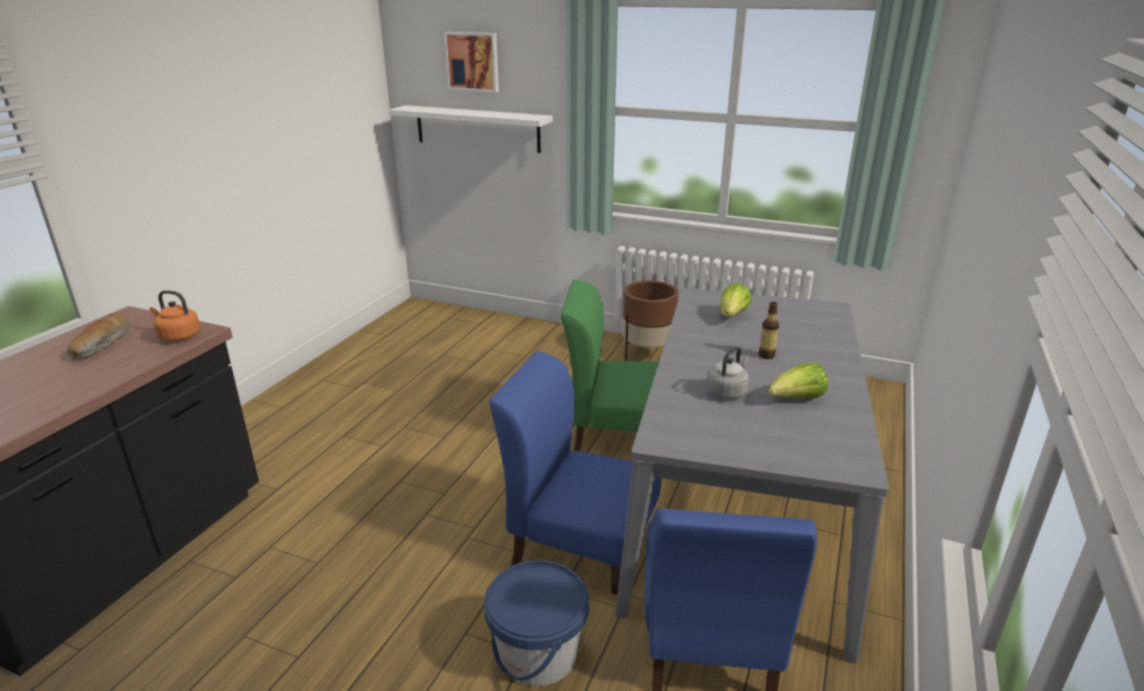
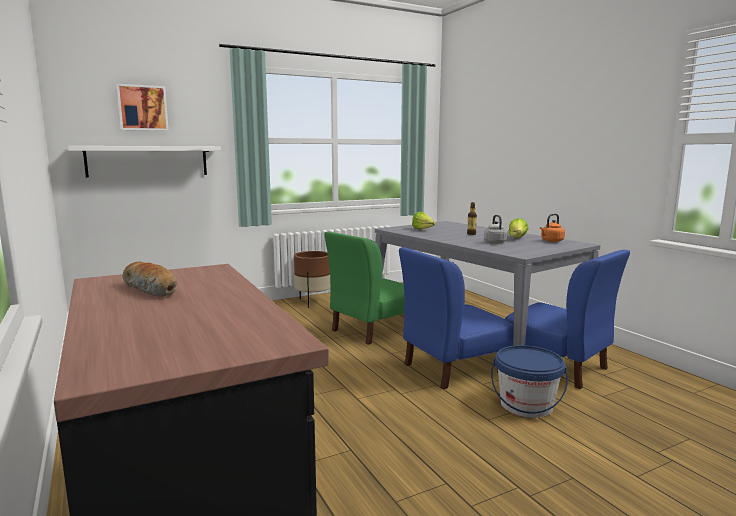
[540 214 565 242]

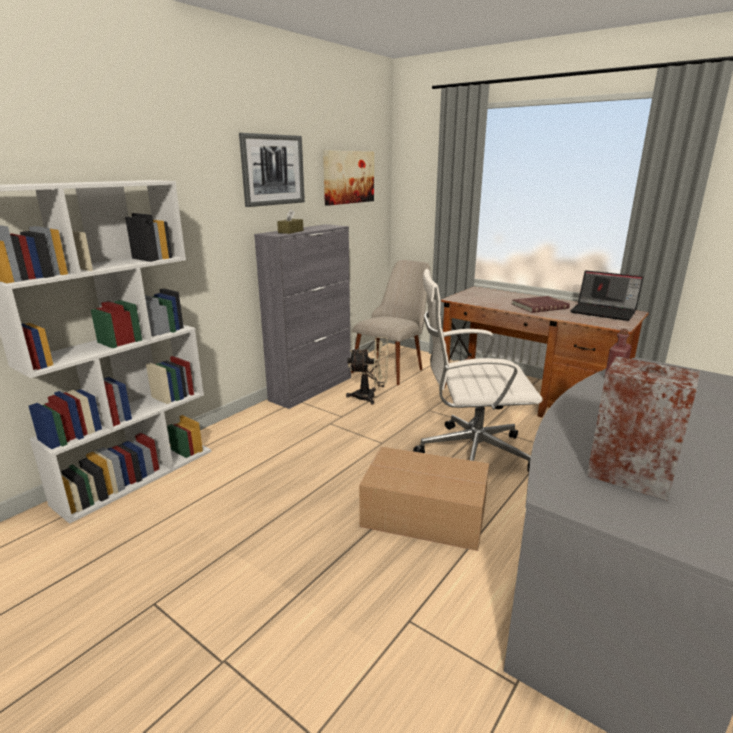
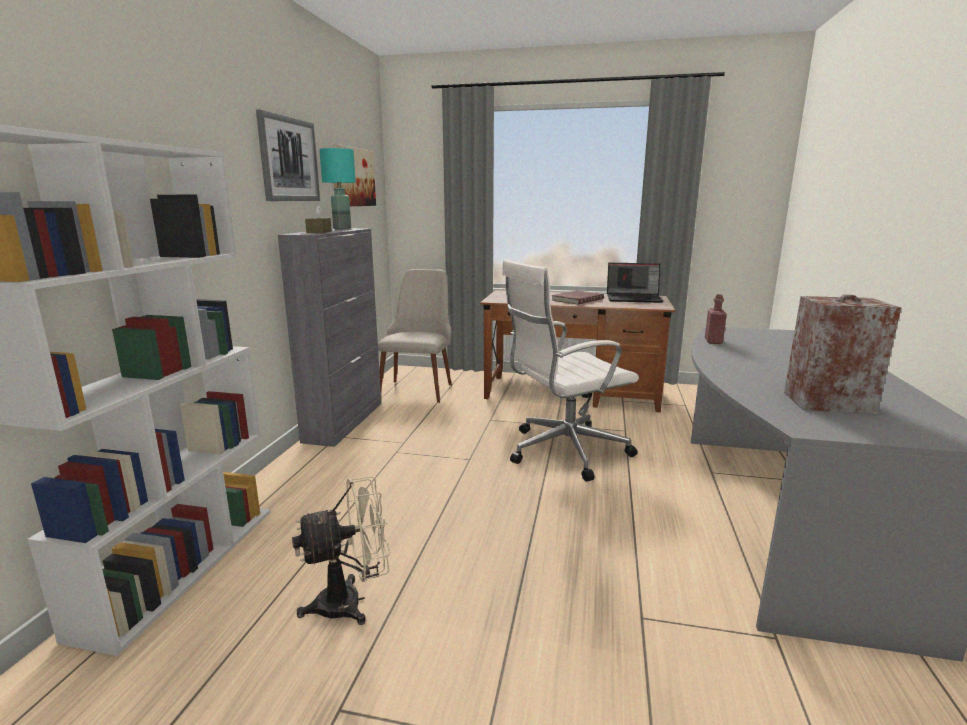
[292 476 390 625]
[359 446 489 551] (first image)
[319 148 356 229]

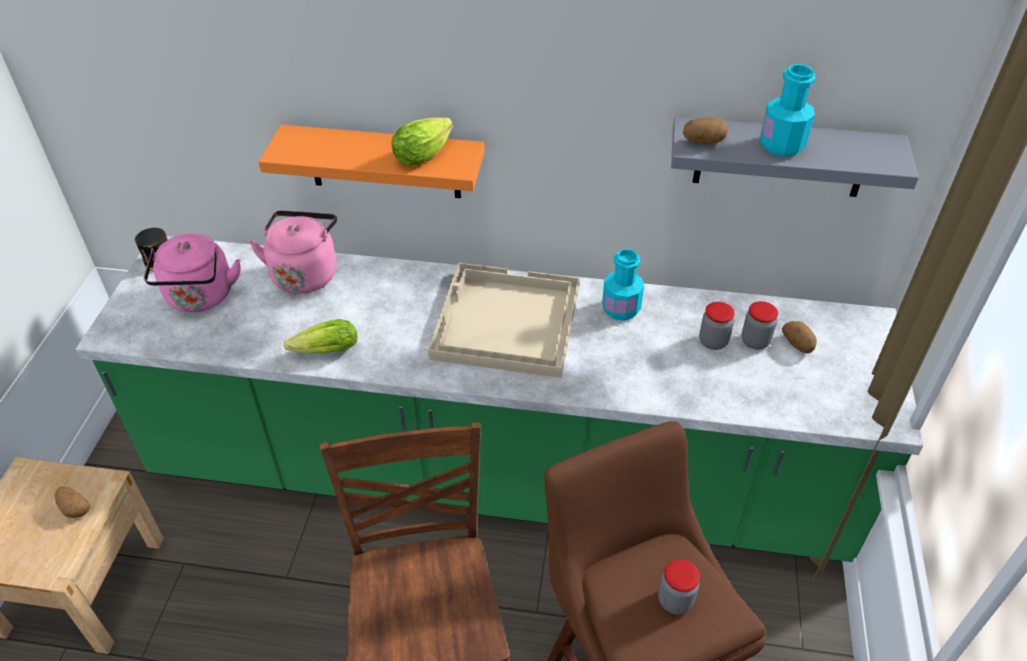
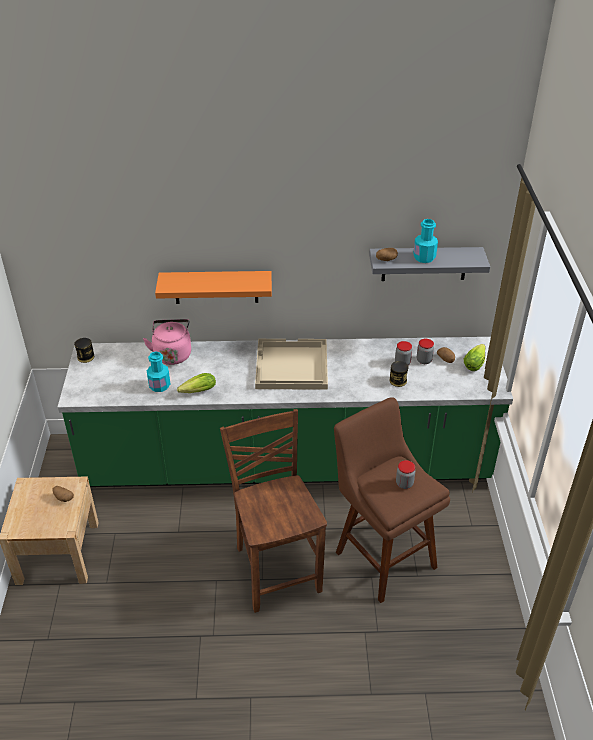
[464 344 486 371]
[144 233 241 312] (first image)
[147 352 170 392]
[390 361 409 387]

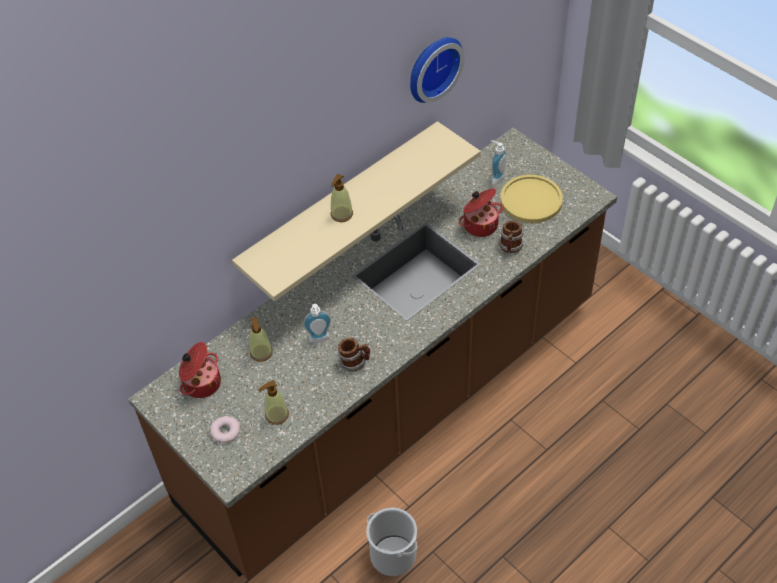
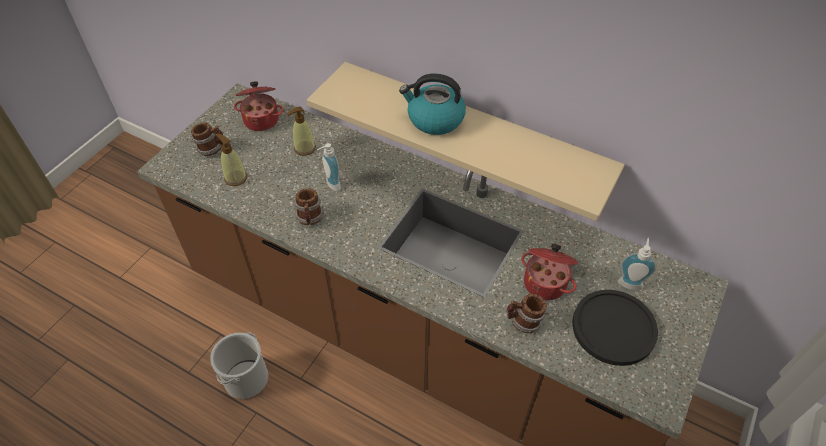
[410 37 465 103] (first image)
[399 73 466 135]
[572 290 658 366]
[191 122 223 156]

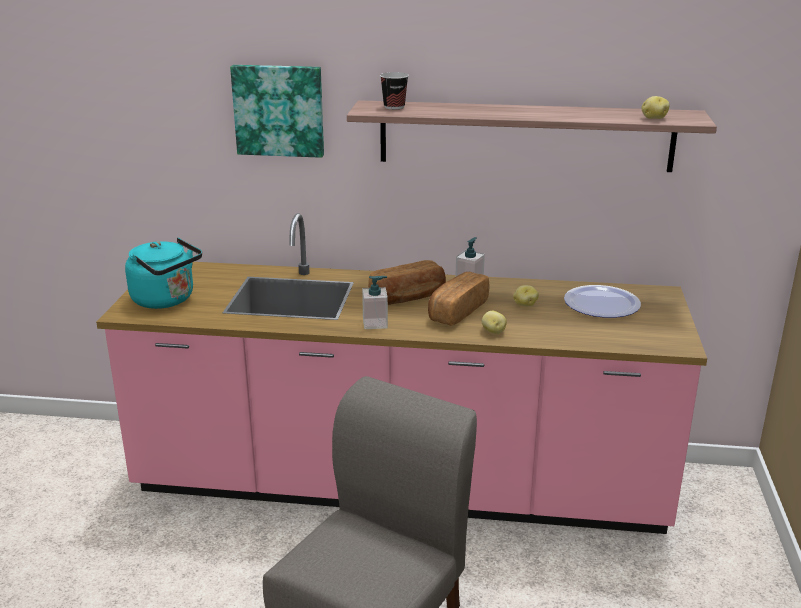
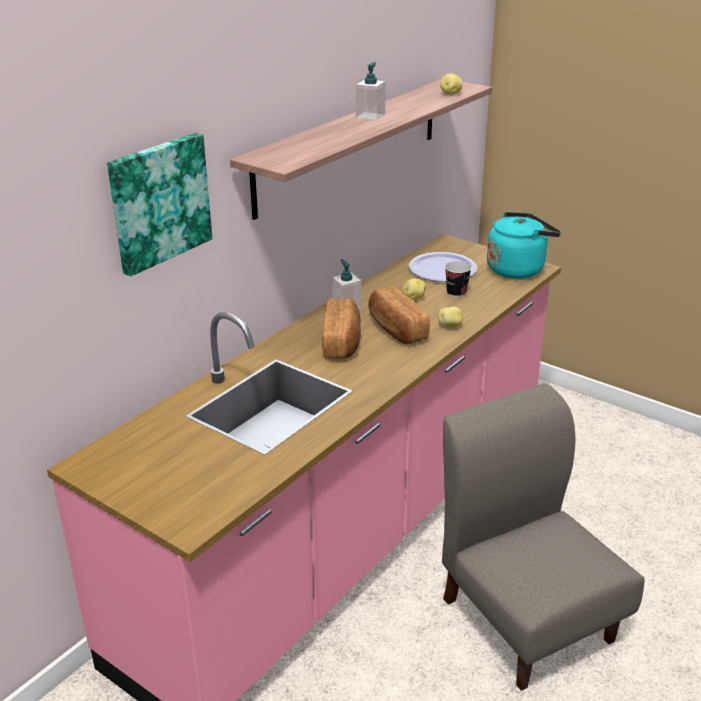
[445 261 472 298]
[487 212 561 279]
[355 62 386 121]

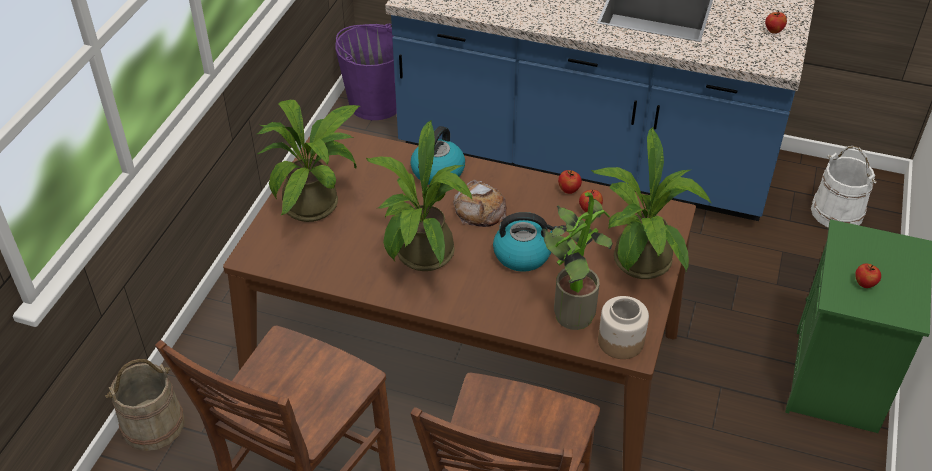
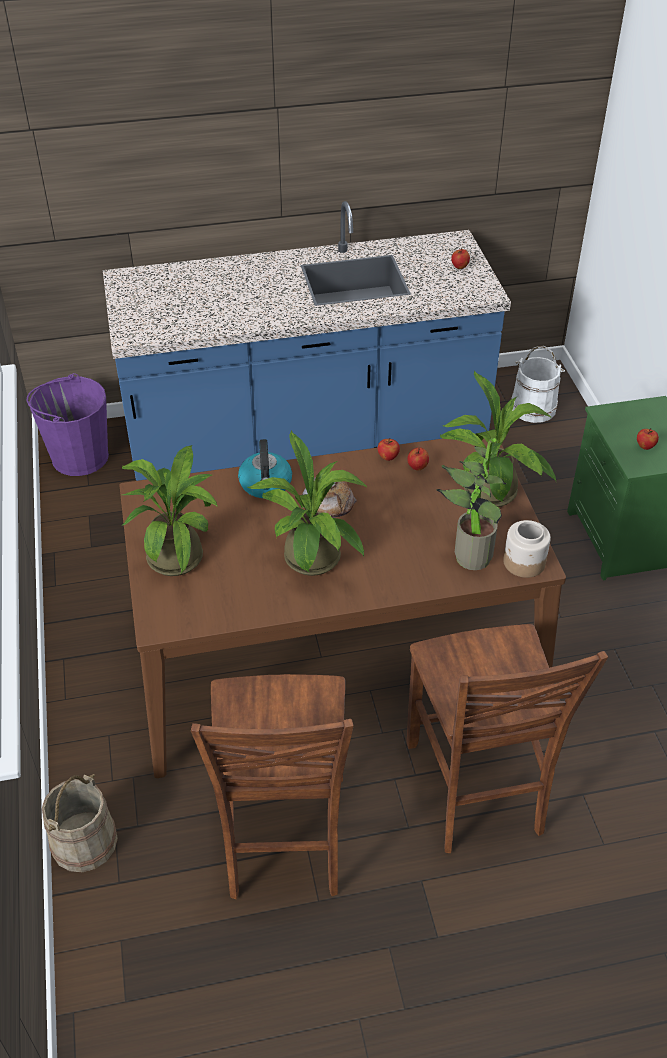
[493 212 561 272] (first image)

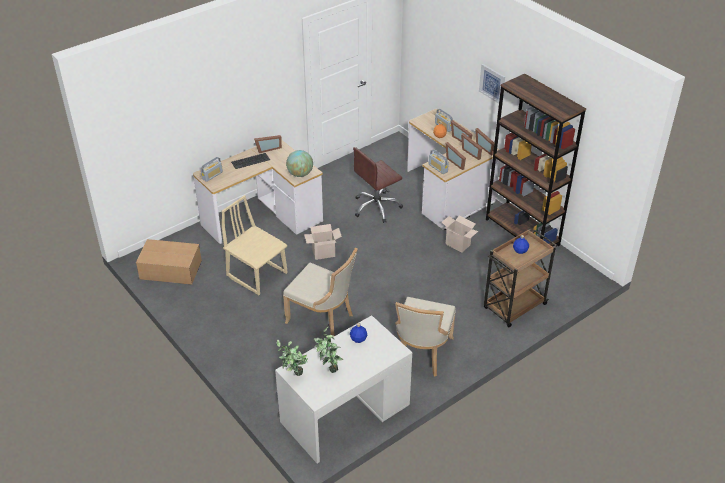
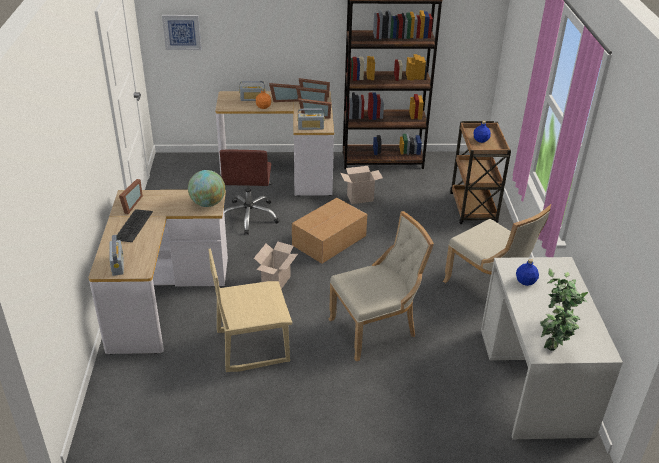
[162 15 201 50]
[292 198 367 264]

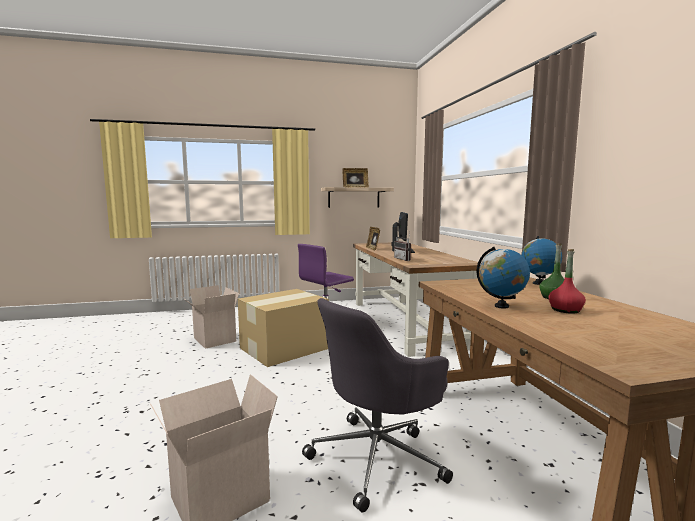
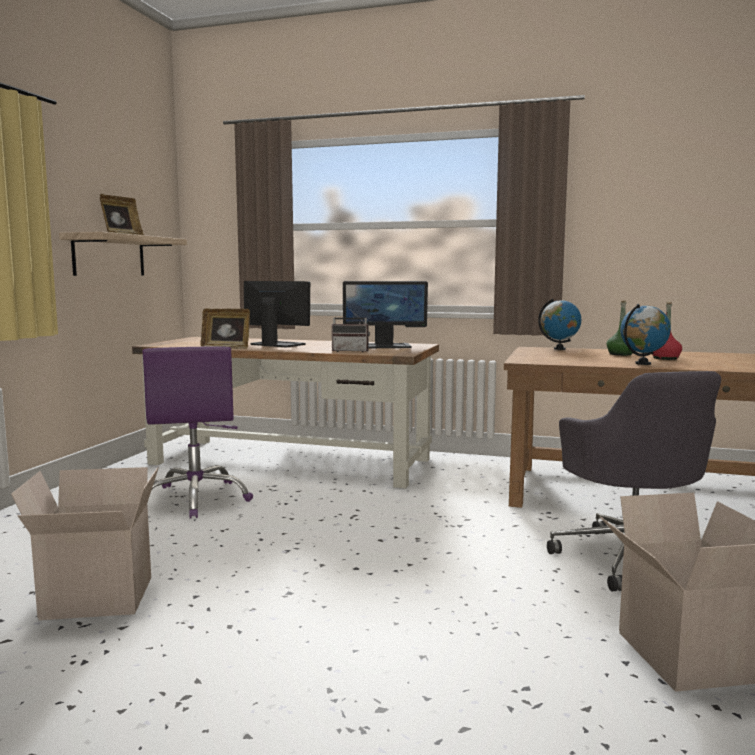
[238 289 329 367] (first image)
[343 281 428 348]

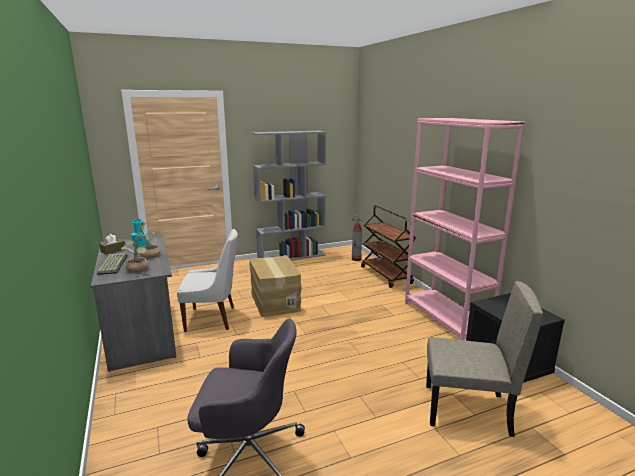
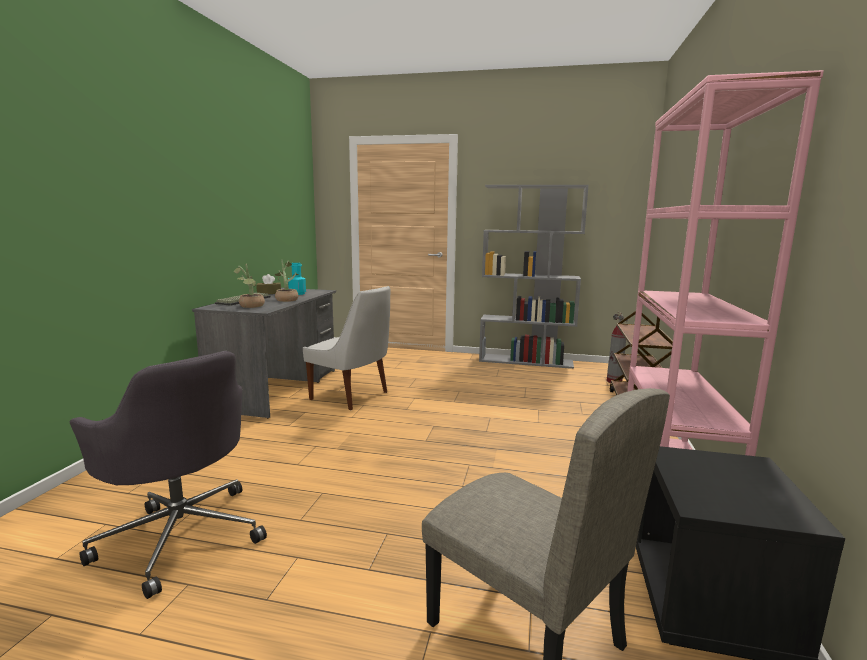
[249 255 302 317] (first image)

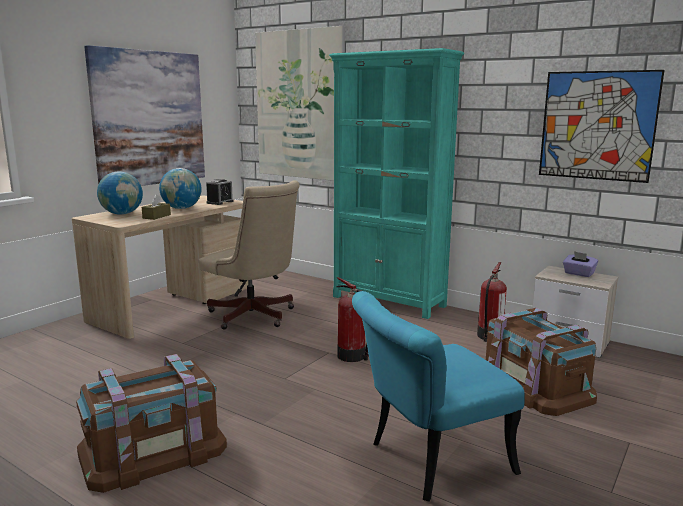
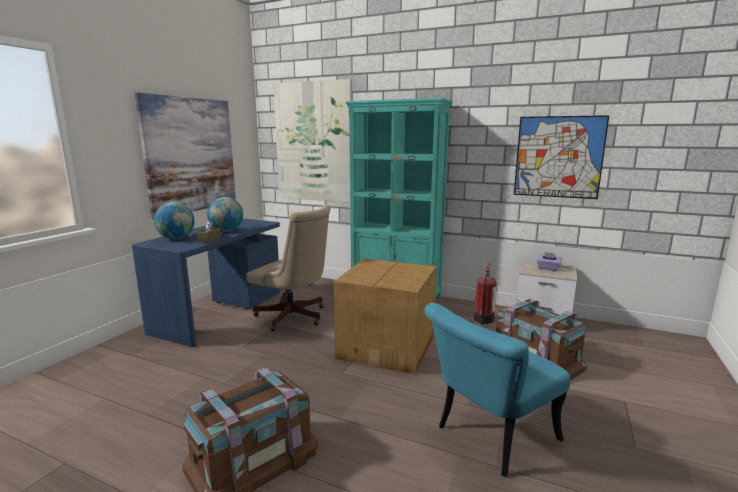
[206 179 233 205] (first image)
[132 219 280 347]
[333 258 437 375]

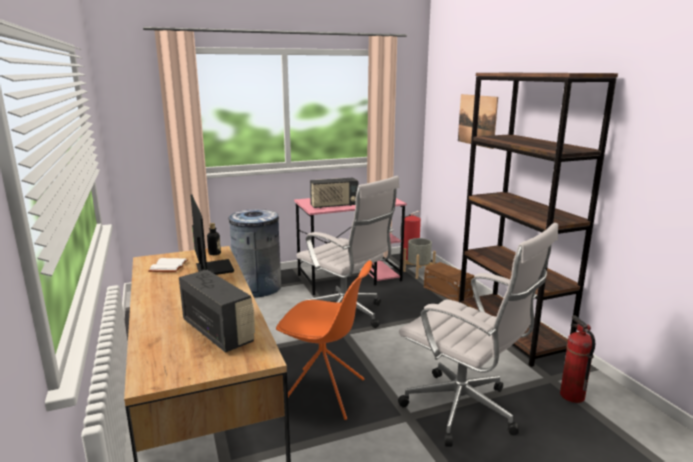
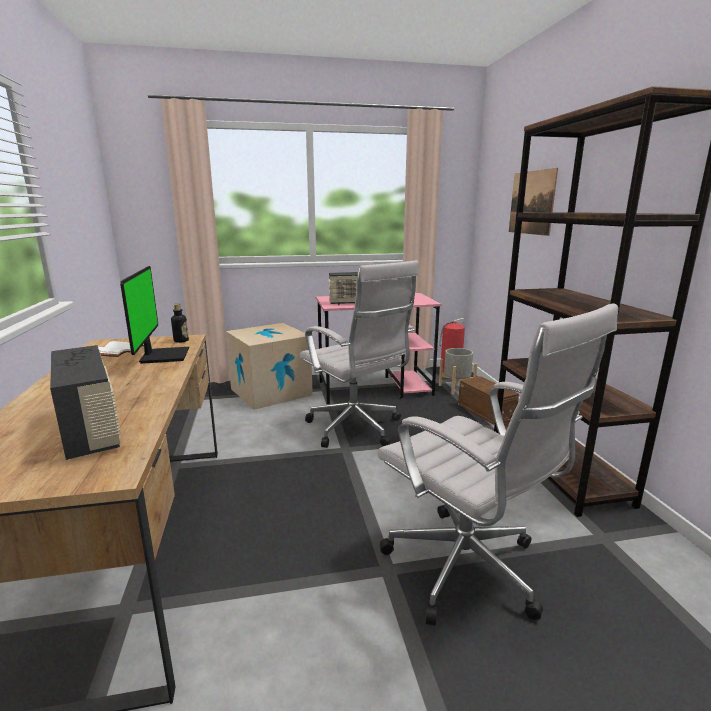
[226 323 313 410]
[276 260 372 420] (first image)
[560 315 595 403] (first image)

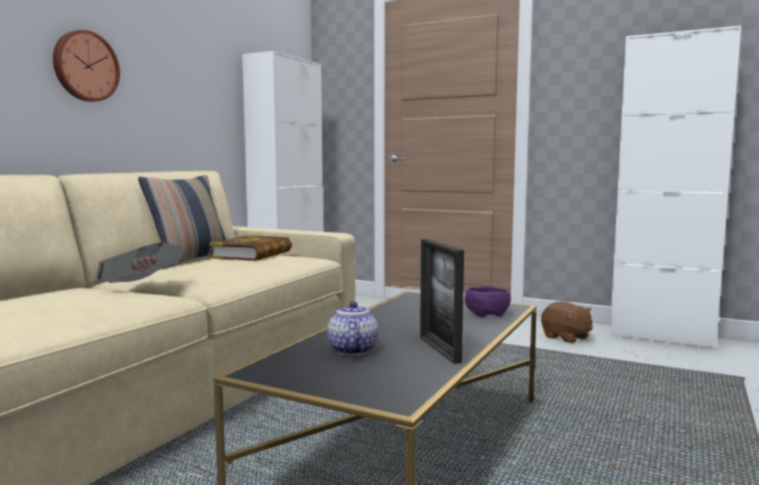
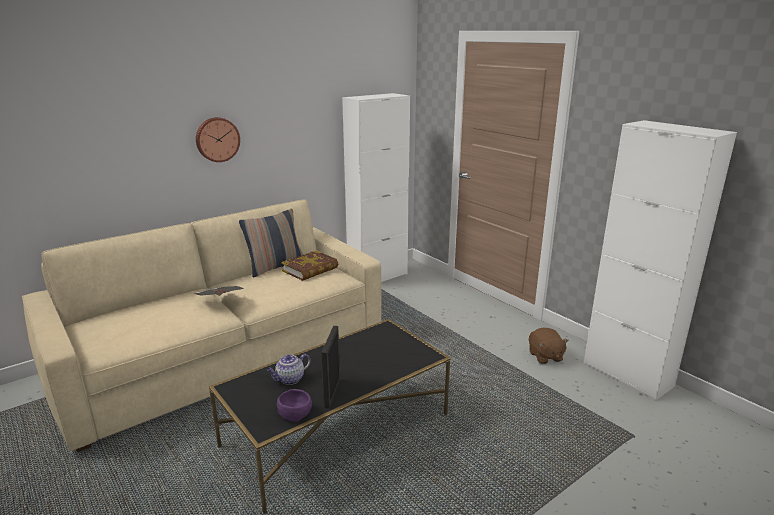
[277 389 312 422]
[267 354 311 385]

